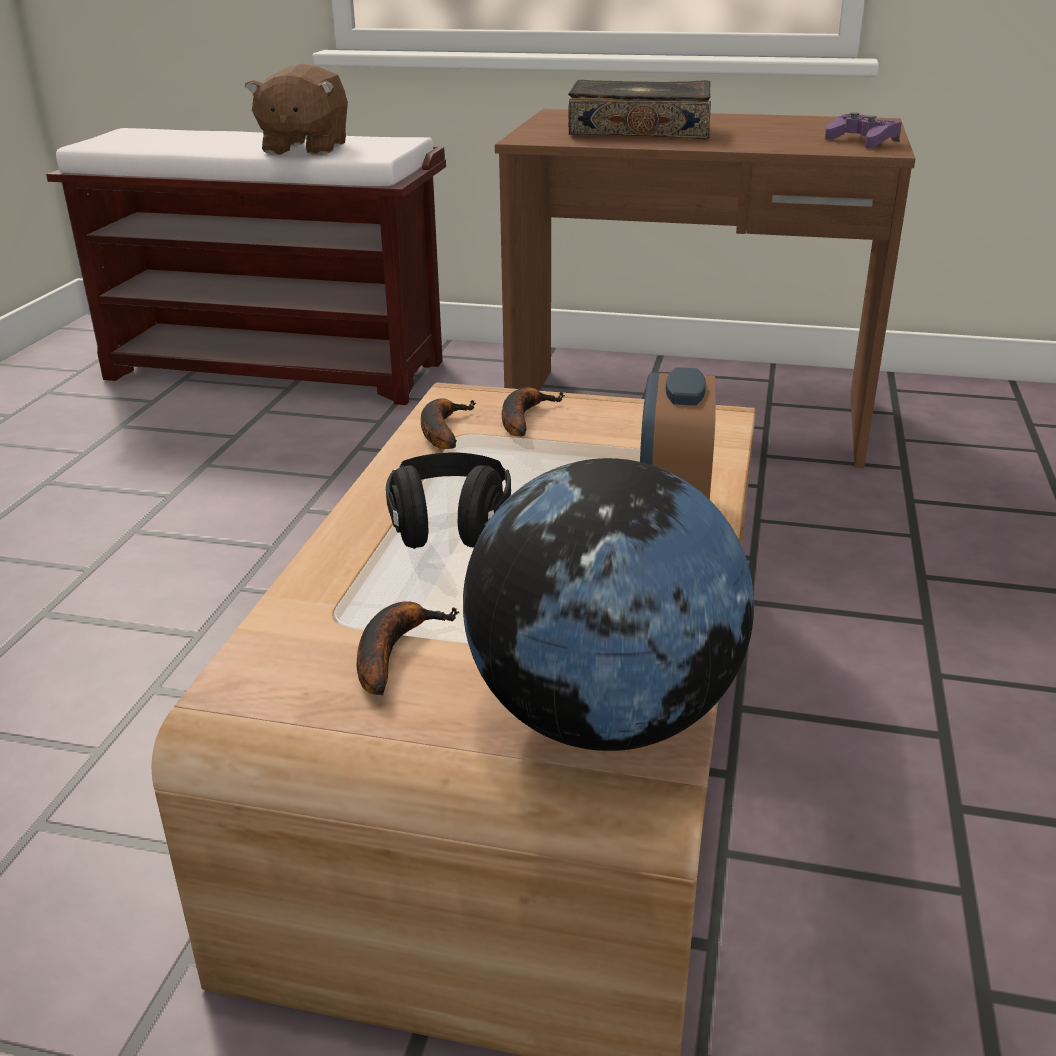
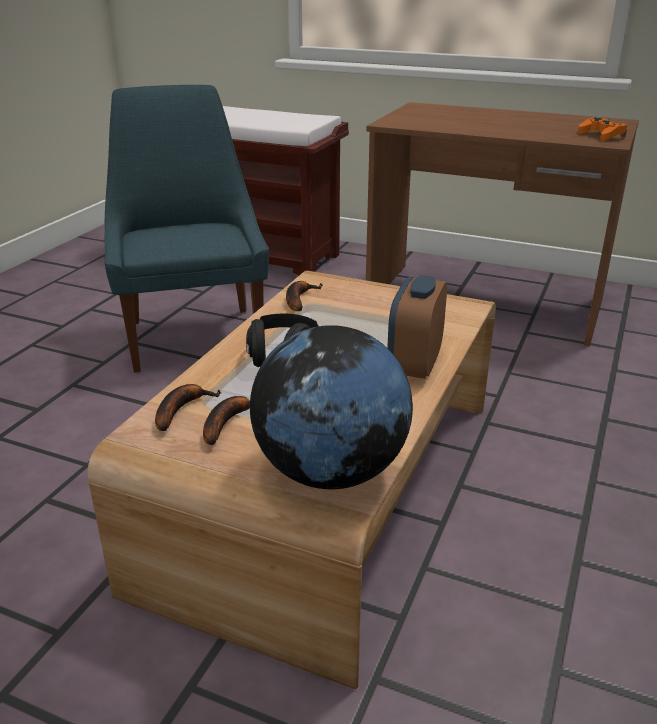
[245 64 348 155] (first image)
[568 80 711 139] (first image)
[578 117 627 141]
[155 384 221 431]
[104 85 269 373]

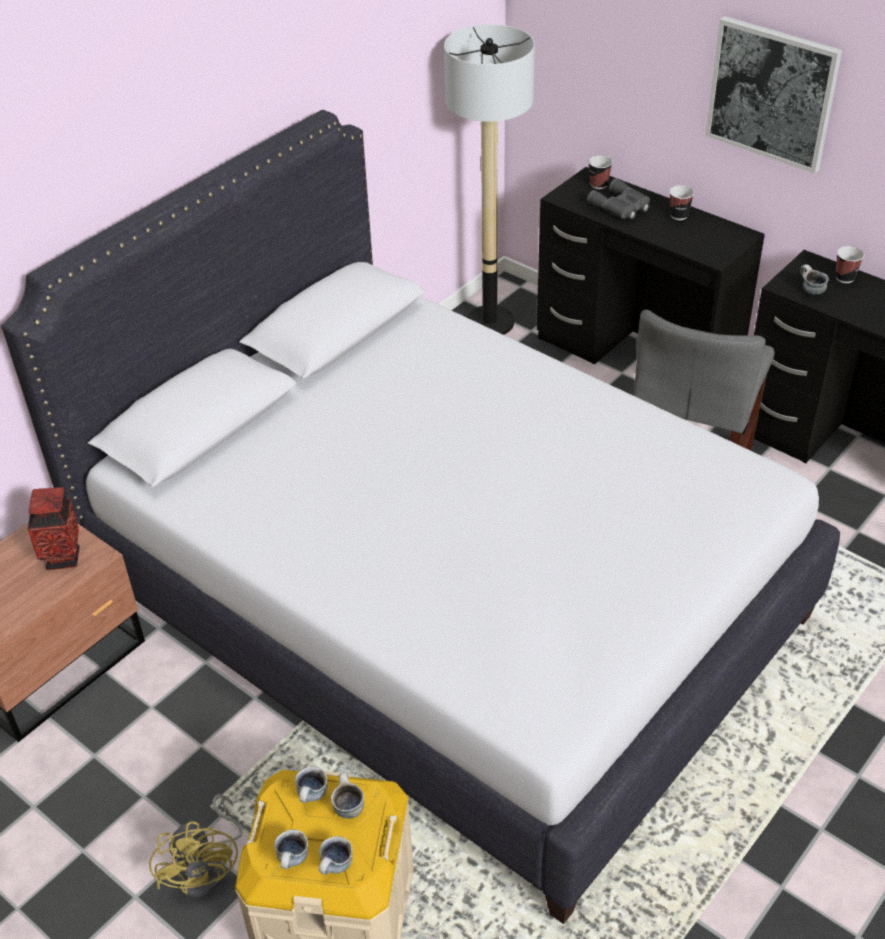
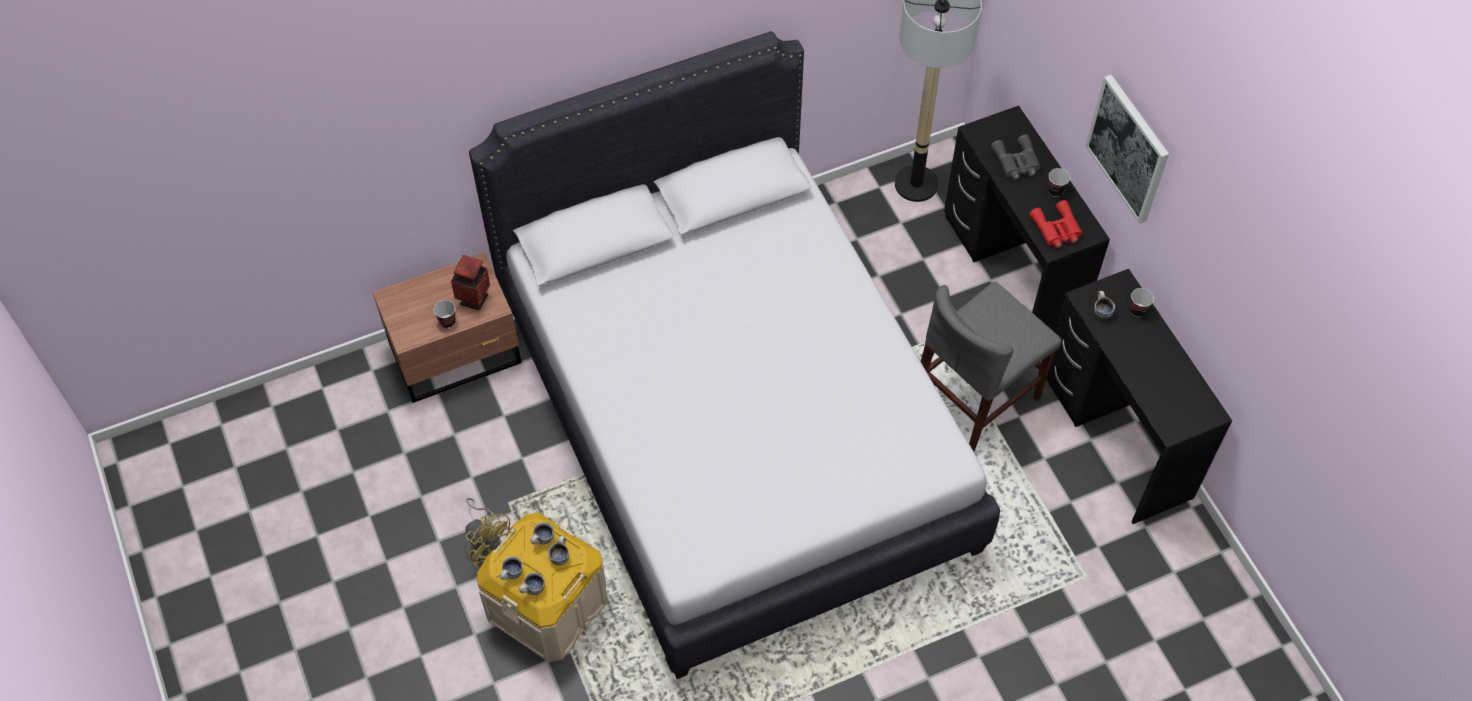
[434 300 456 328]
[465 498 510 567]
[1030 200 1082 248]

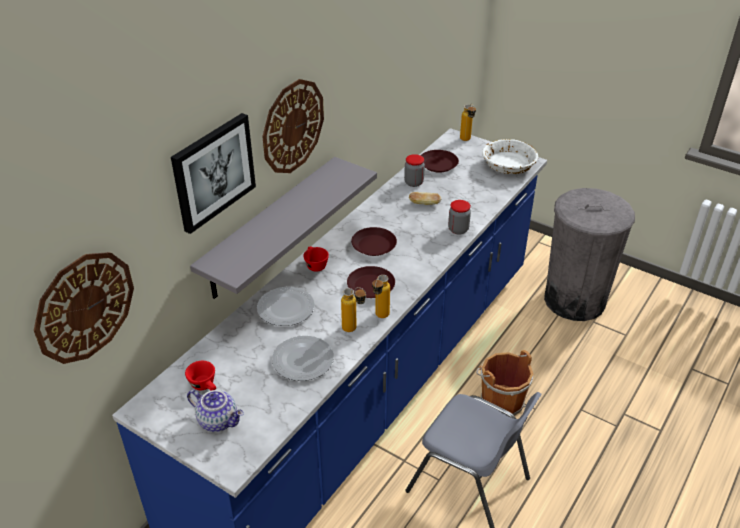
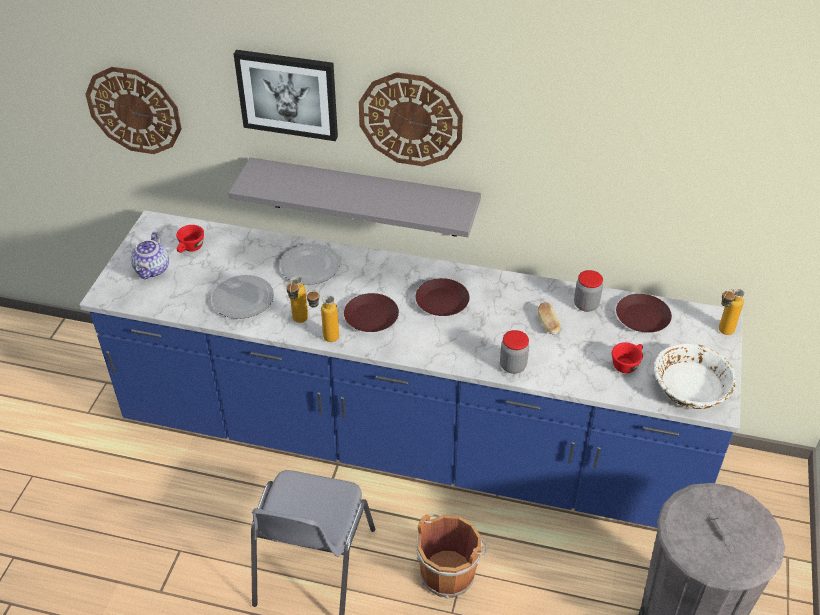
[612 342 643 373]

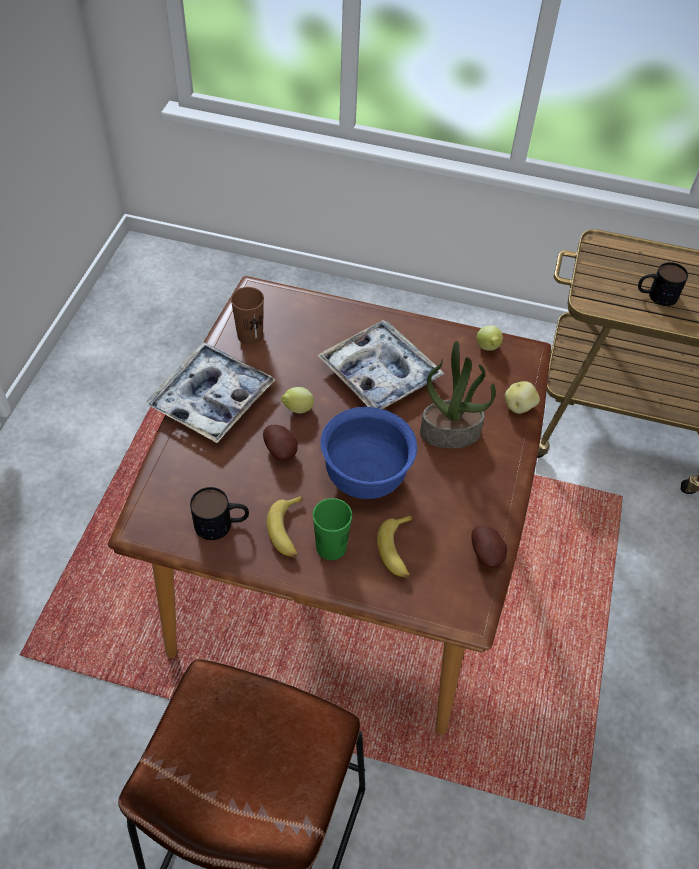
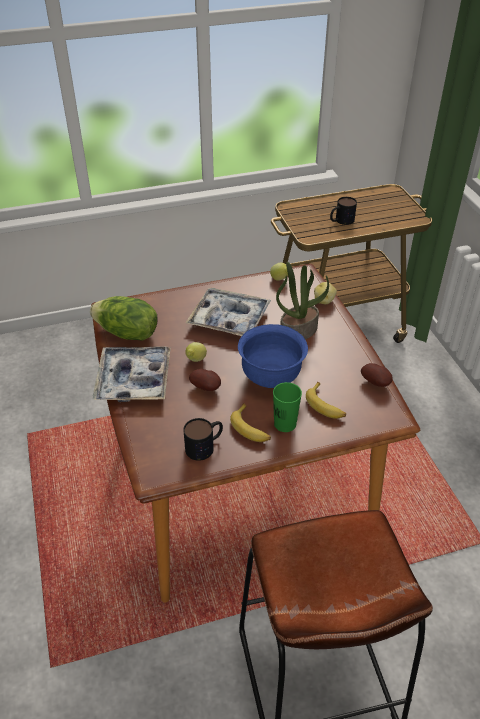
[90 296 158 341]

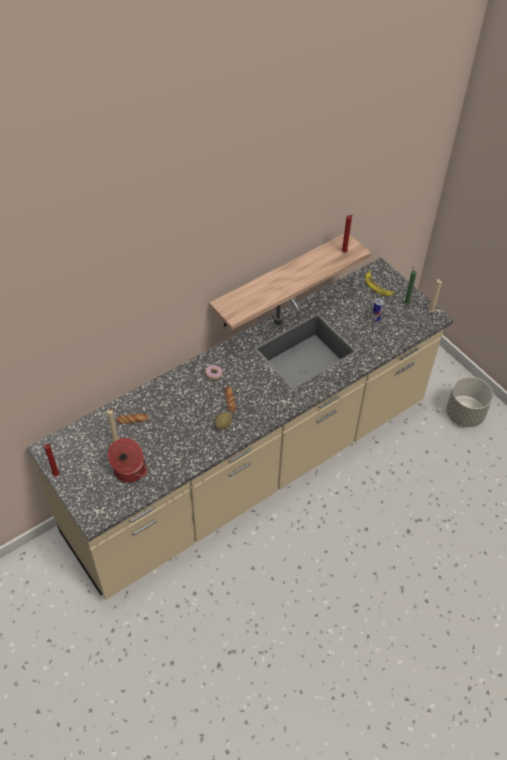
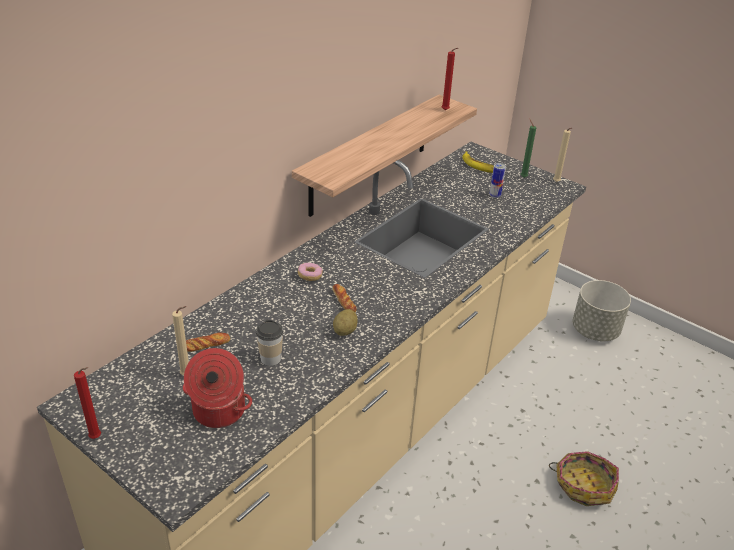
[256 320 283 366]
[549 451 619 506]

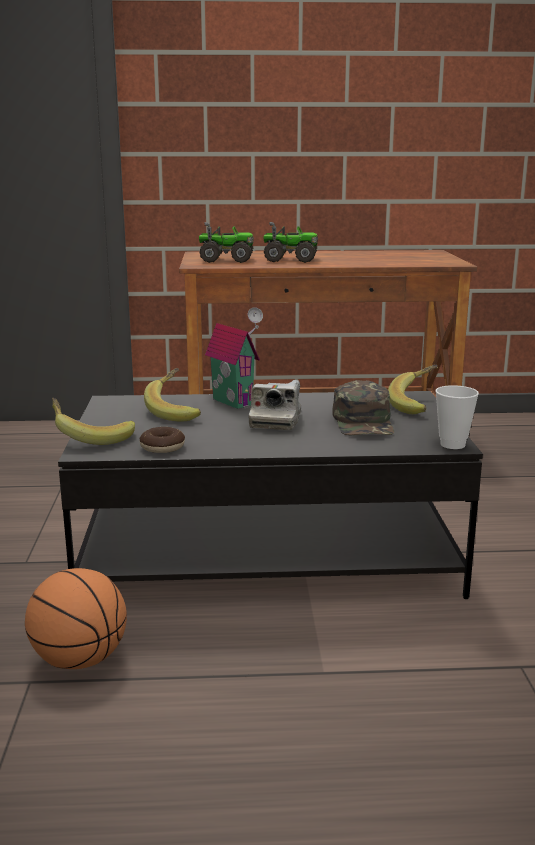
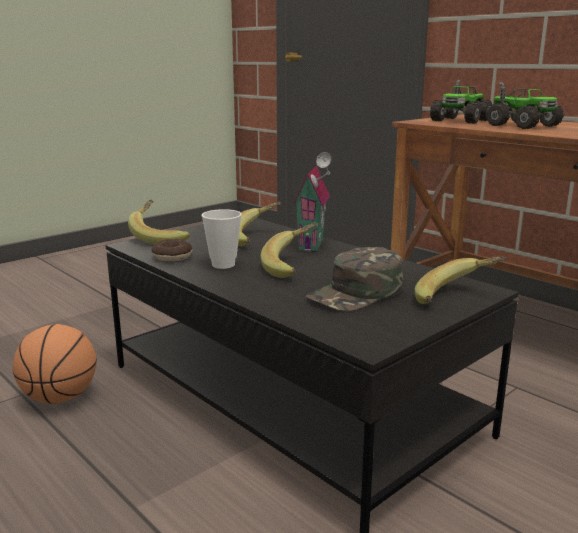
[430 80 492 123]
[261 223 318 278]
[202 209 242 269]

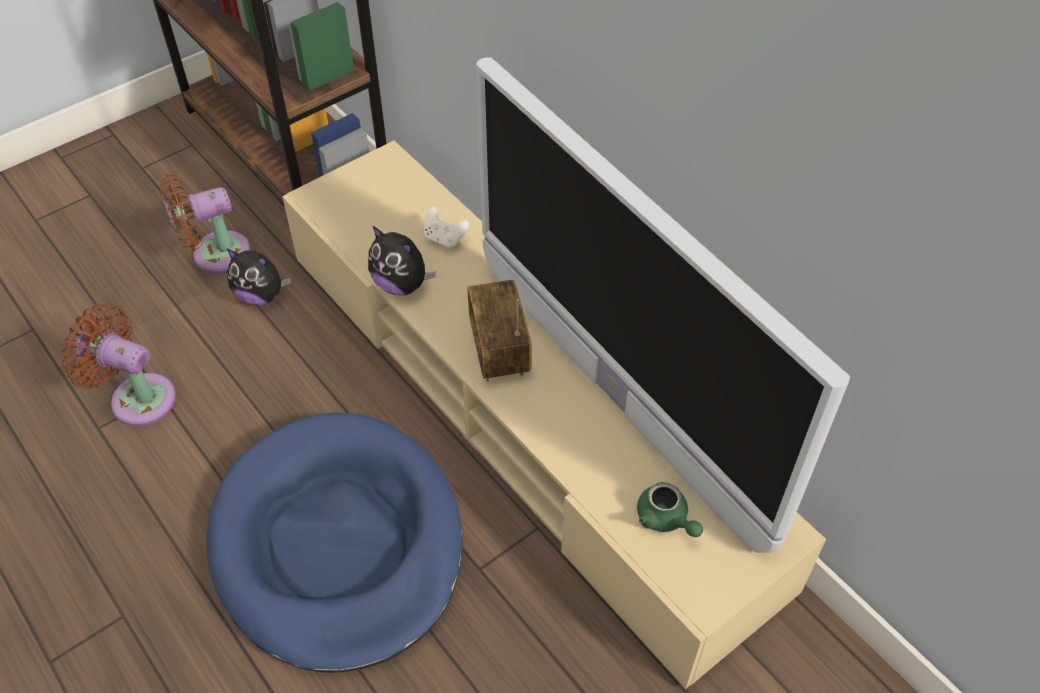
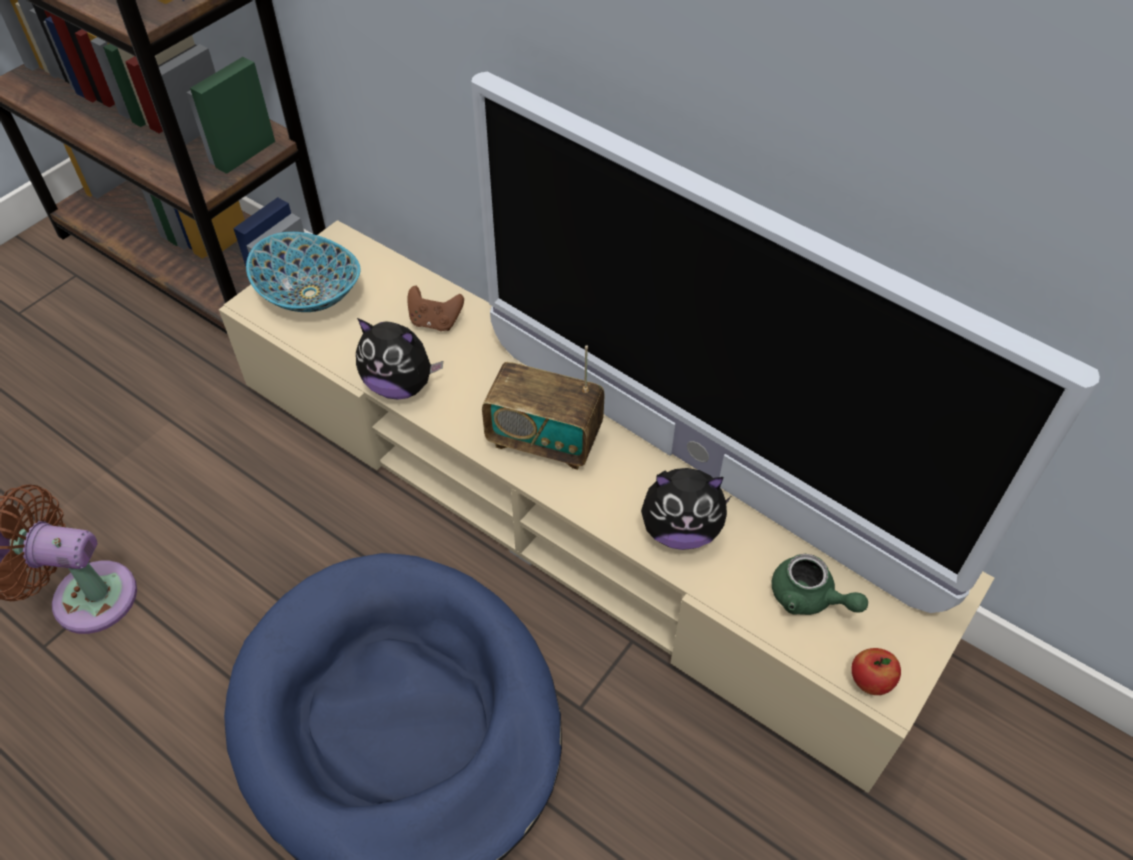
[159 174 250 274] (first image)
[407 286 464 331]
[641 468 732 550]
[482 345 605 470]
[246 232 361 312]
[851 648 901 695]

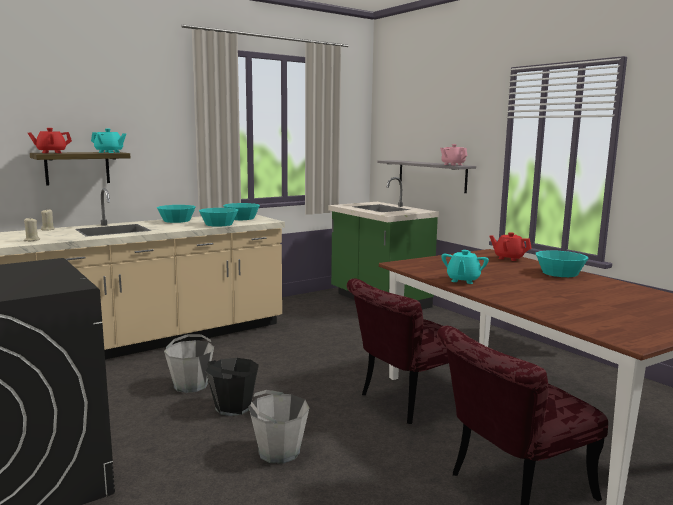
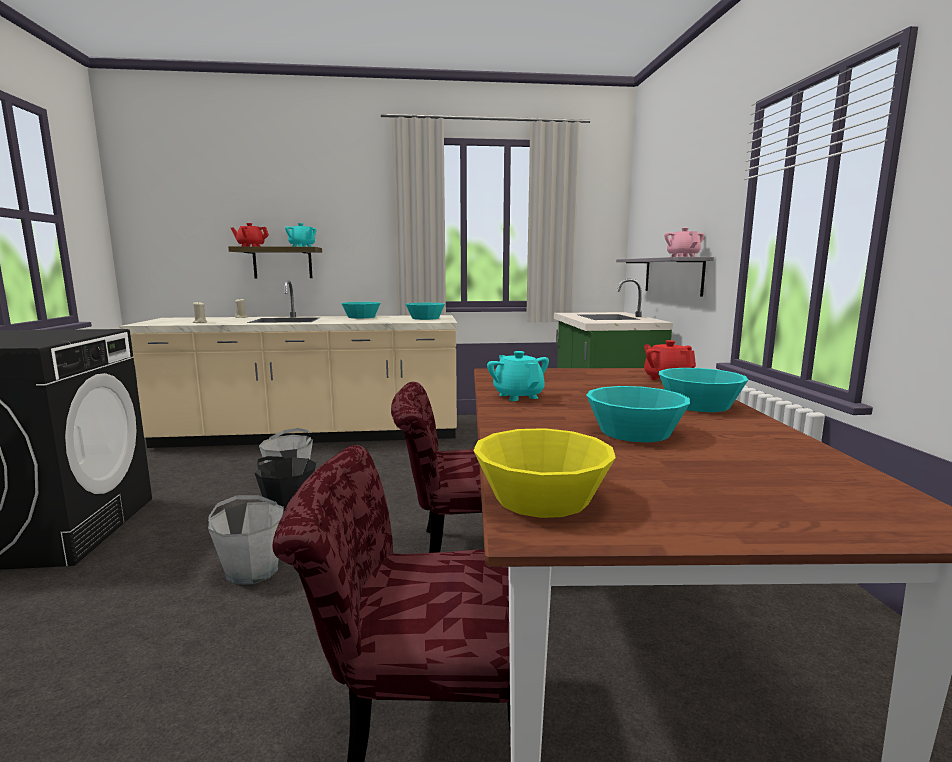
[586 386 690 442]
[487 351 549 401]
[473 428 616 518]

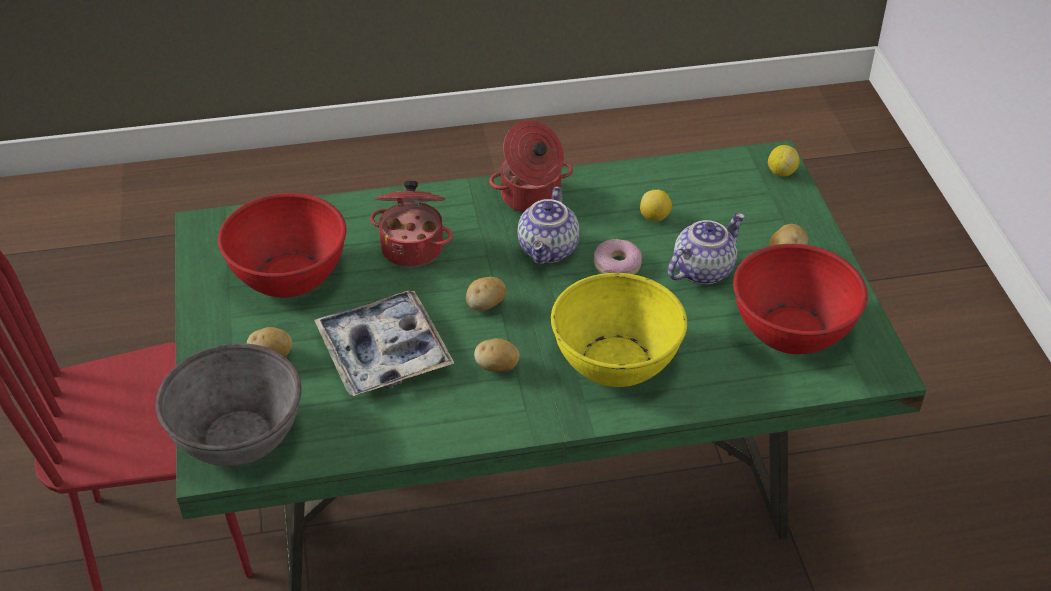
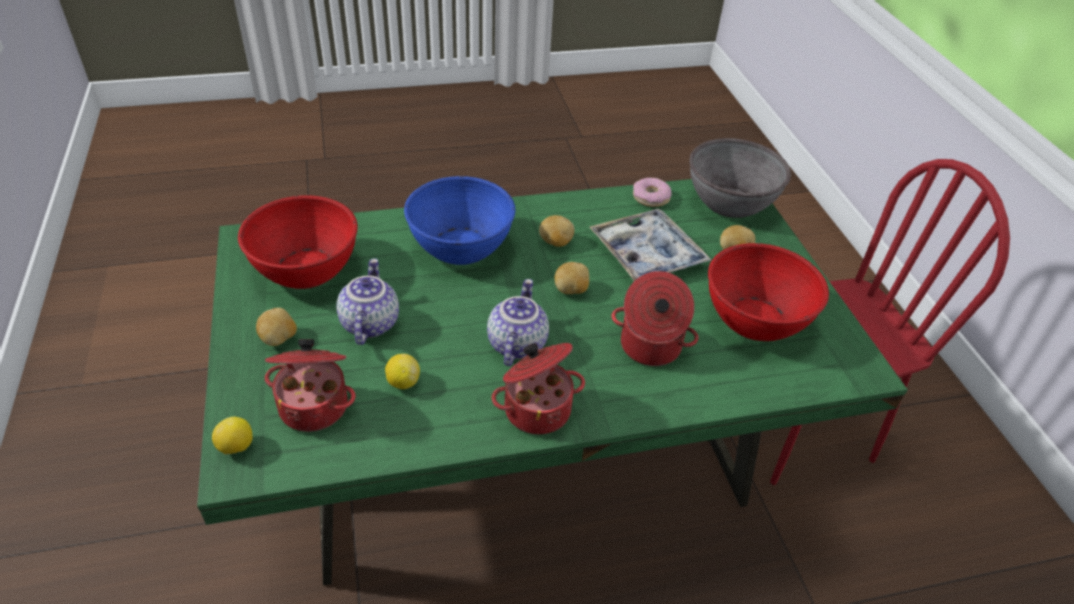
[337 258 399 345]
[633 178 672 207]
[404 176 515 265]
[265 339 356 432]

